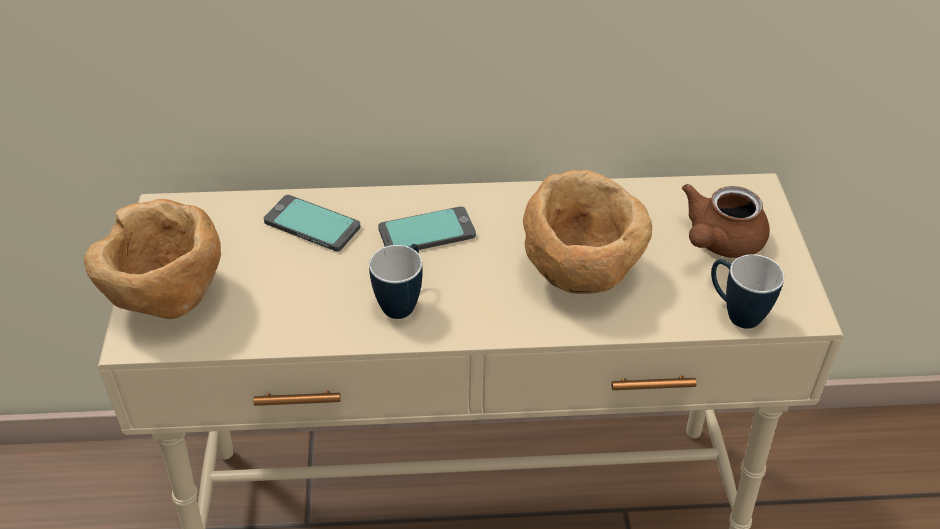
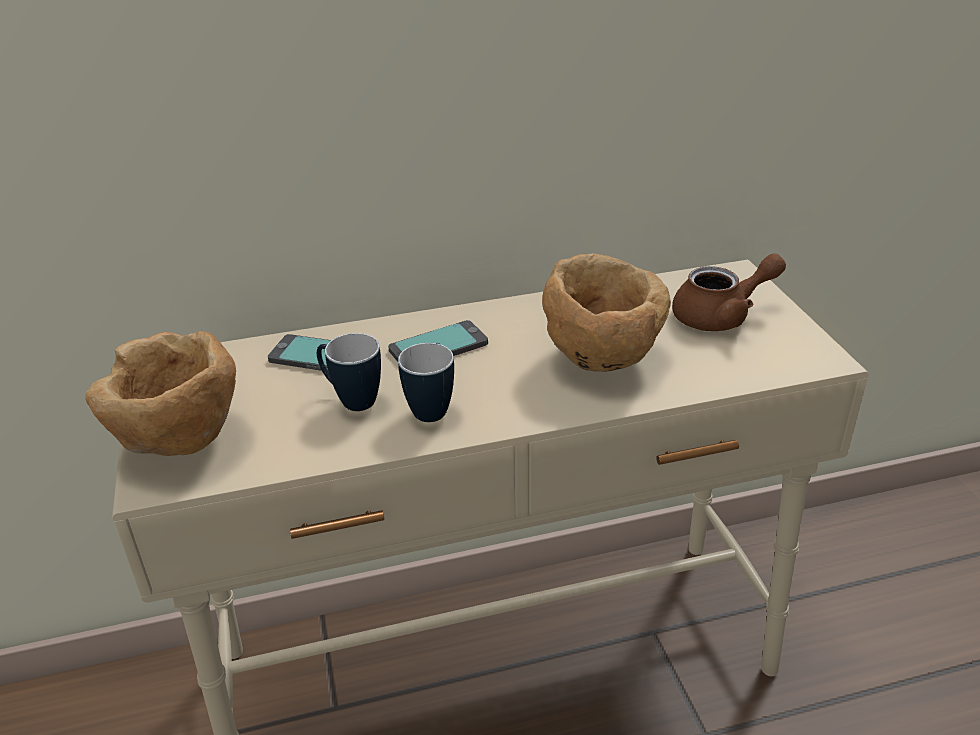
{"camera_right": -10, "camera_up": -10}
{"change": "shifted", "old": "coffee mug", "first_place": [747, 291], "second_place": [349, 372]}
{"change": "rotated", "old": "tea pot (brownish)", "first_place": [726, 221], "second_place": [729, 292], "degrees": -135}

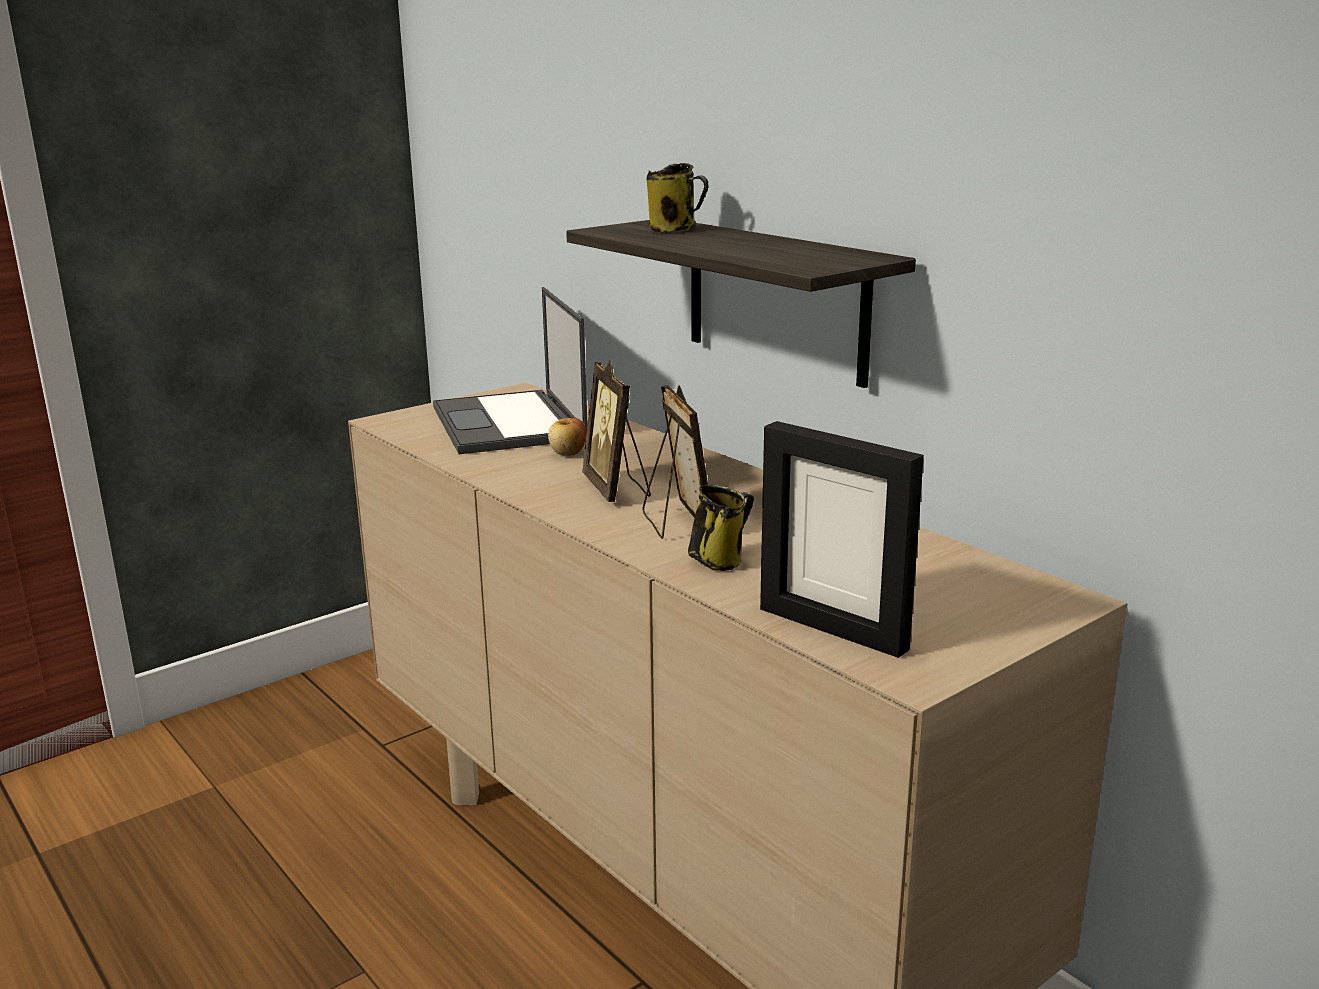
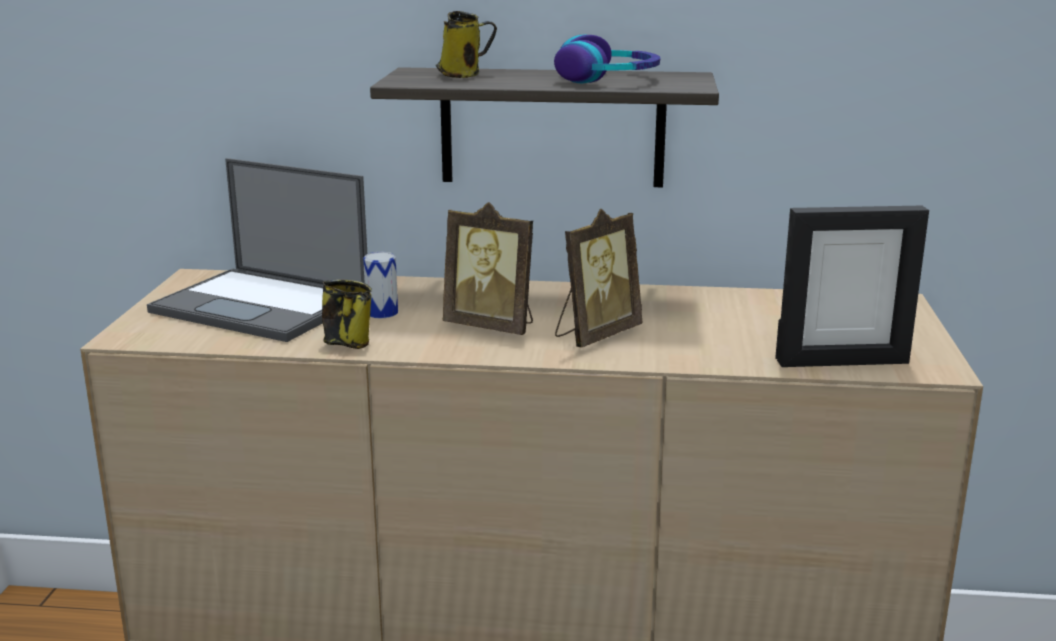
{"camera_right": -45, "camera_up": 0}
{"change": "new", "new": "headset", "second_place": [607, 58]}
{"change": "shifted", "old": "coffee mug", "first_place": [721, 527], "second_place": [347, 314]}
{"change": "swapped", "old": "whole apple", "new": "can", "first_place": [567, 436], "second_place": [380, 285]}
{"change": "rotated", "old": "picture frame", "first_place": [675, 462], "second_place": [598, 278], "degrees": 105}

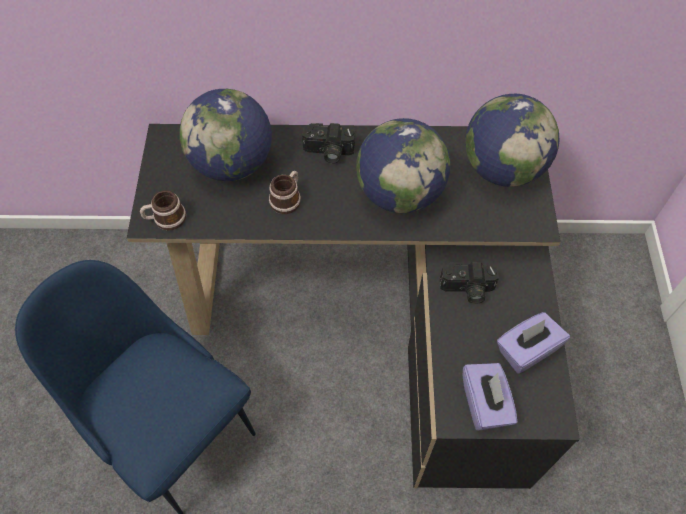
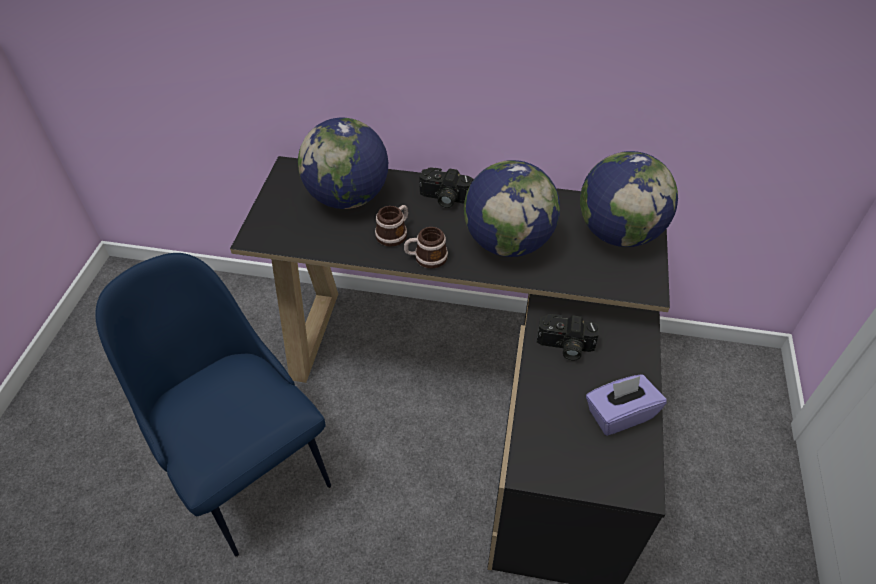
{"camera_right": 10, "camera_up": -10}
{"change": "gone", "old": "box of tissues (purple)", "first_place": [490, 397]}
{"change": "shifted", "old": "coffee mug", "first_place": [163, 210], "second_place": [426, 247]}

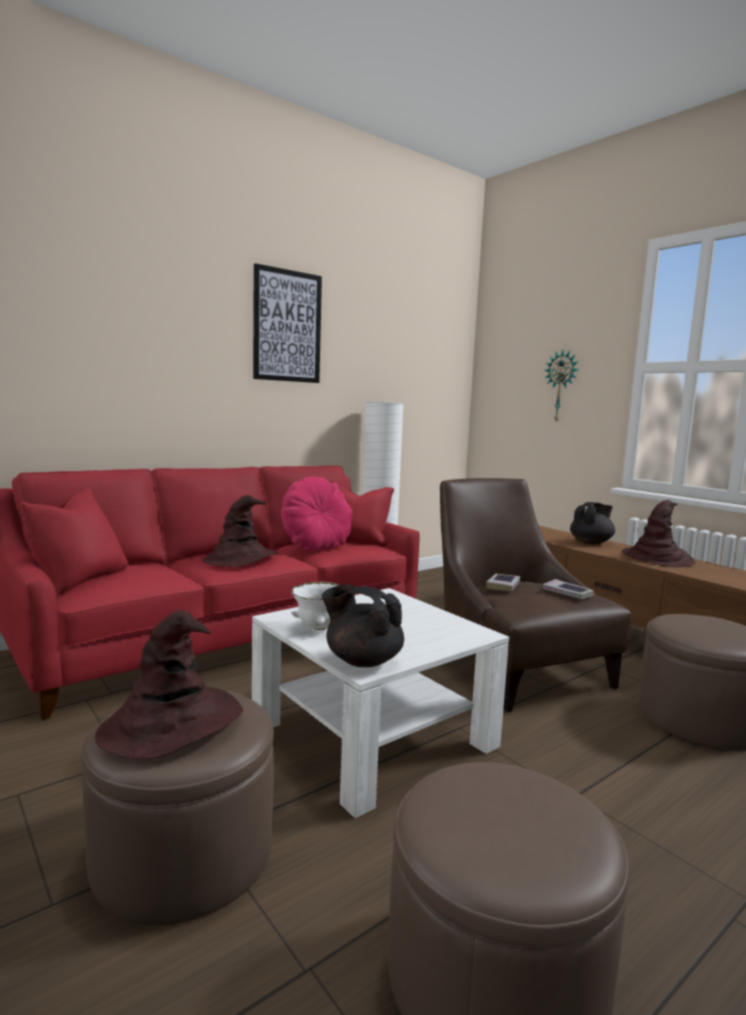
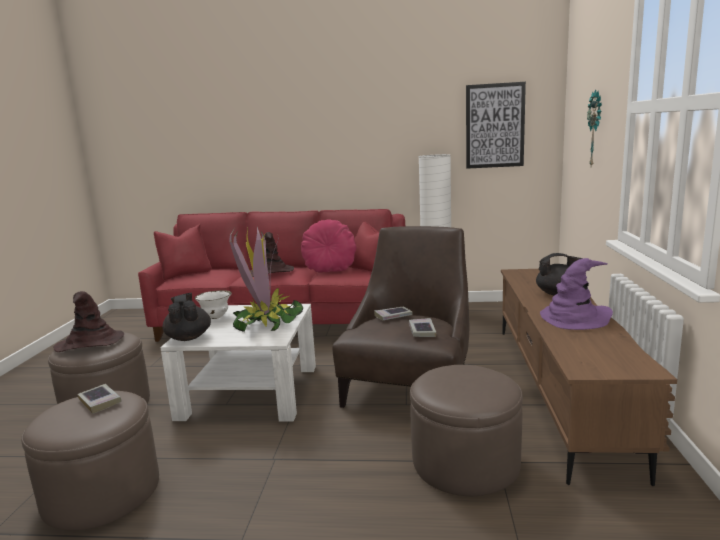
{"camera_right": 45, "camera_up": 5}
{"change": "new", "new": "bound book", "second_place": [99, 399]}
{"change": "new", "new": "plant in a pot", "second_place": [266, 279]}
{"change": "shifted", "old": "wall art", "first_place": [287, 323], "second_place": [496, 125]}
{"change": "repainted", "old": "wearable hat (brownish)", "new": "wearable hat (purple)", "first_place": [658, 533], "second_place": [576, 294]}

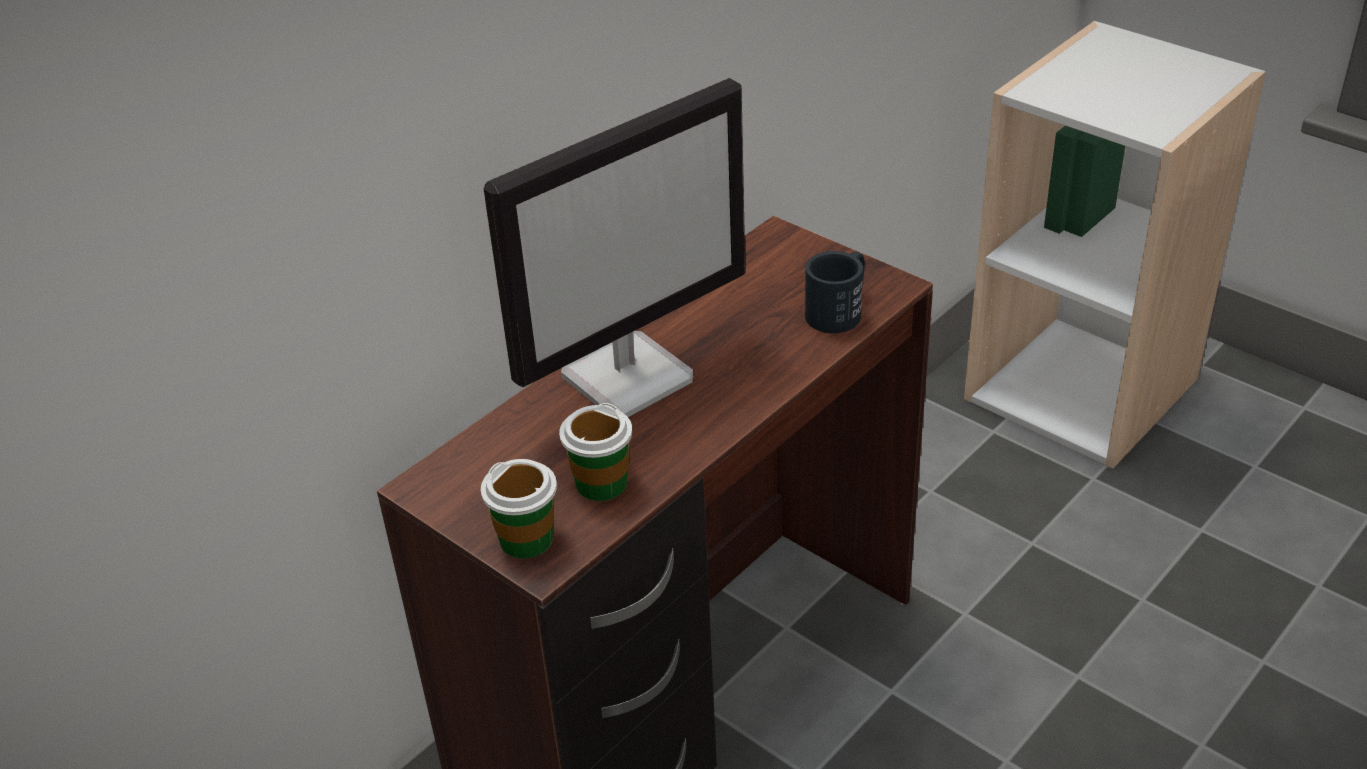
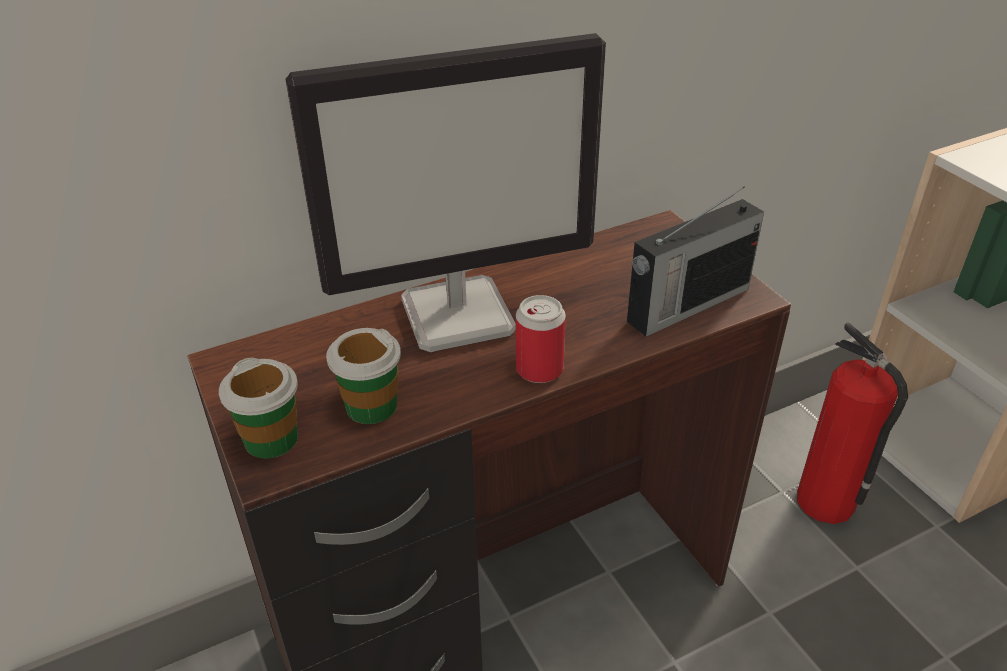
{"camera_right": 20, "camera_up": 0}
{"change": "new", "new": "can", "second_place": [541, 339]}
{"change": "new", "new": "fire extinguisher", "second_place": [852, 423]}
{"change": "swapped", "old": "coffee mug (black)", "new": "radio receiver", "first_place": [835, 292], "second_place": [695, 261]}

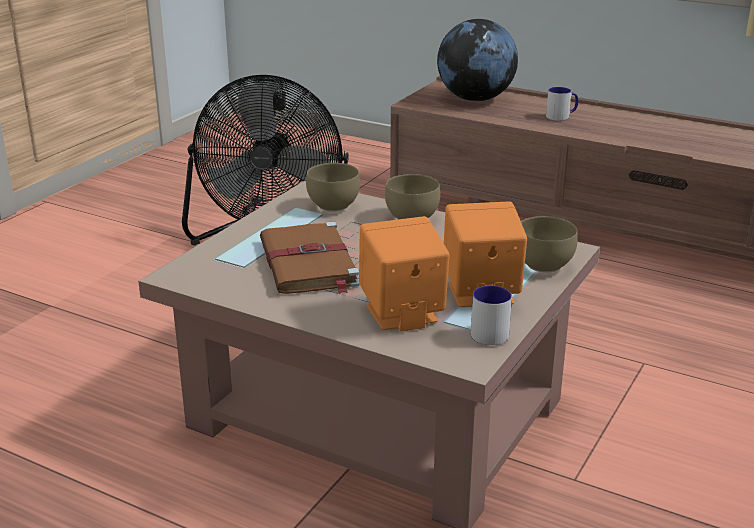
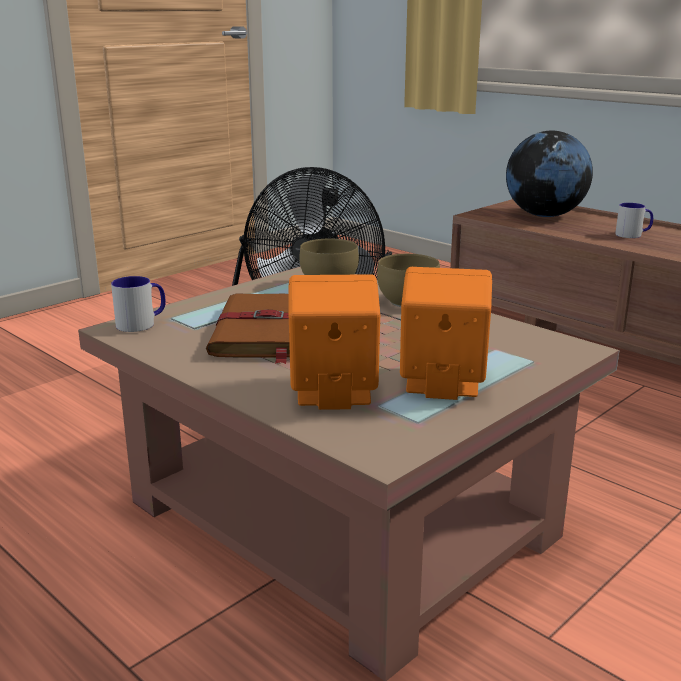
{"camera_right": 15, "camera_up": -5}
{"change": "gone", "old": "bowl (brownish)", "first_place": [549, 244]}
{"change": "shifted", "old": "coffee mug", "first_place": [491, 315], "second_place": [138, 304]}

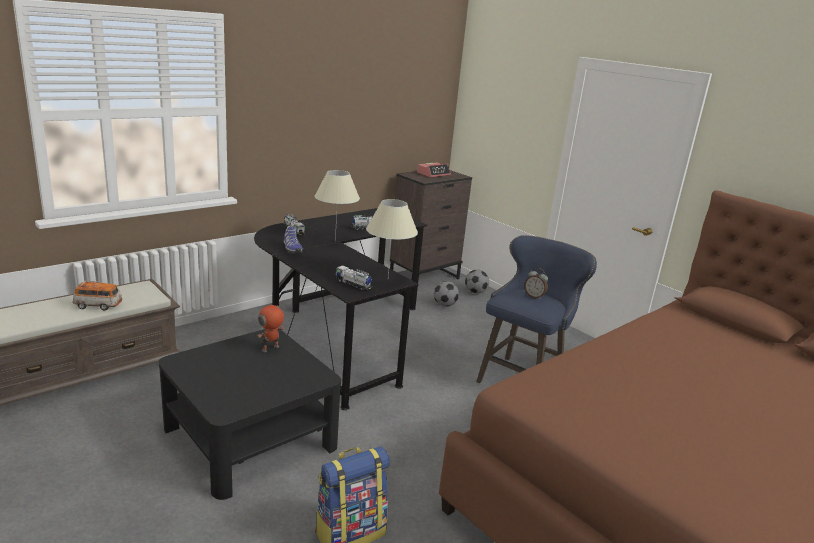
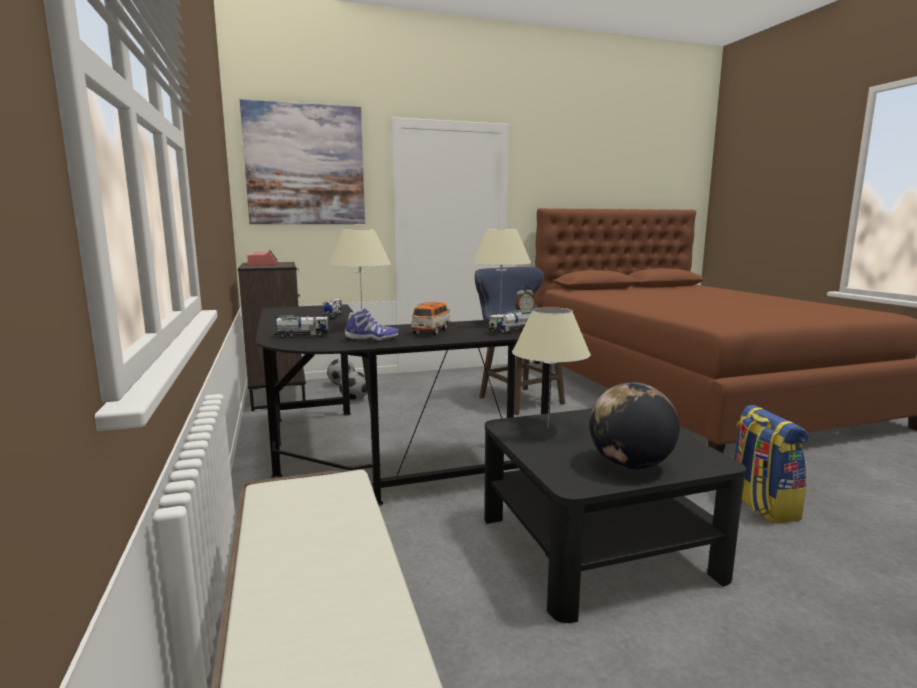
{"camera_right": -65, "camera_up": -10}
{"change": "new", "new": "wall art", "second_place": [302, 161]}
{"change": "new", "new": "desk globe", "second_place": [634, 425]}
{"change": "shifted", "old": "miniature car", "first_place": [97, 295], "second_place": [430, 318]}
{"change": "swapped", "old": "toy robot", "new": "table lamp (beige)", "first_place": [271, 326], "second_place": [551, 367]}

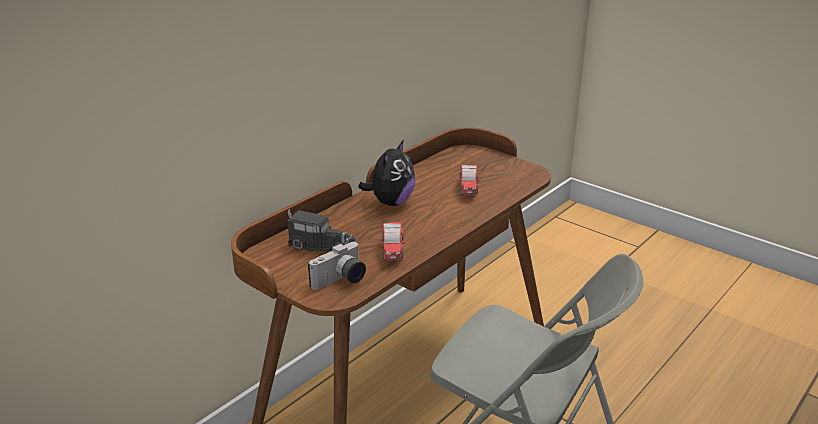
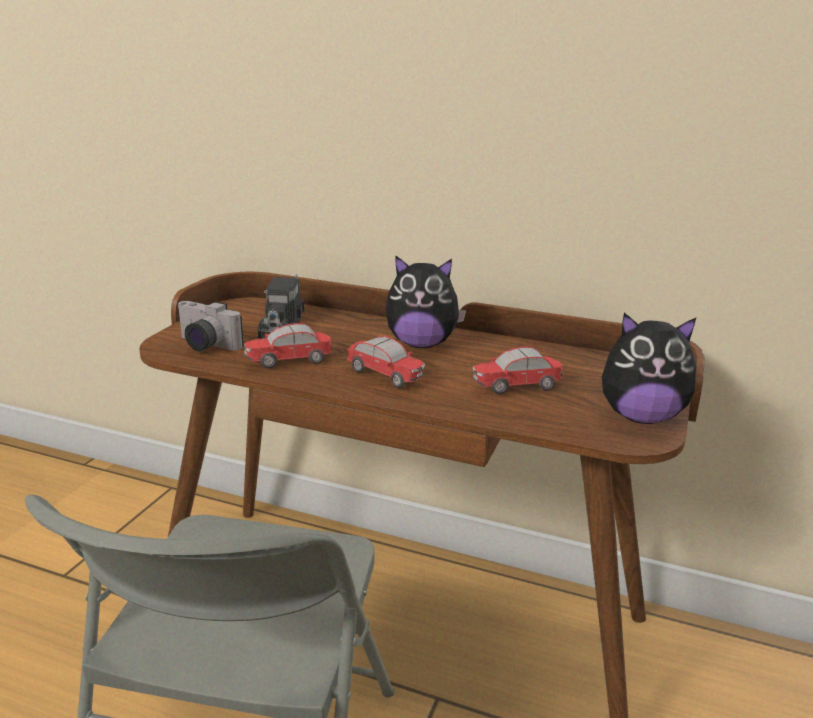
{"camera_right": 70, "camera_up": -5}
{"change": "new", "new": "miniature car", "second_place": [386, 361]}
{"change": "new", "new": "plush toy", "second_place": [649, 368]}

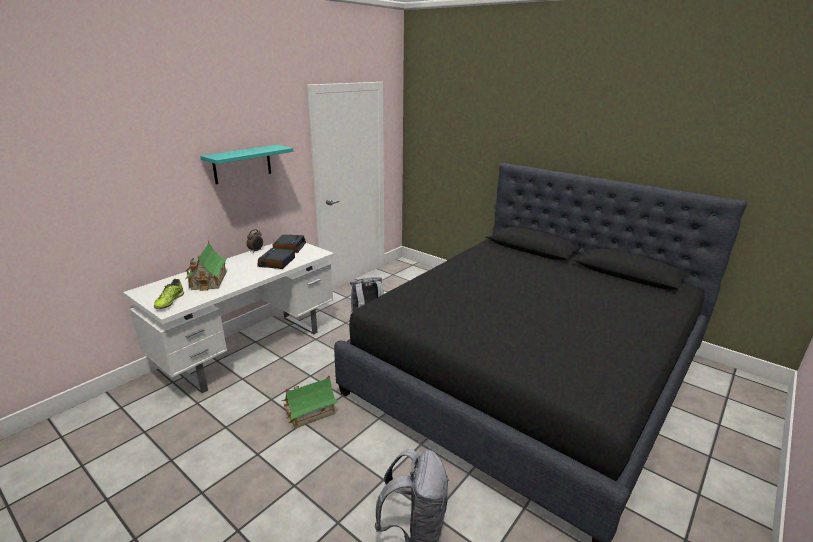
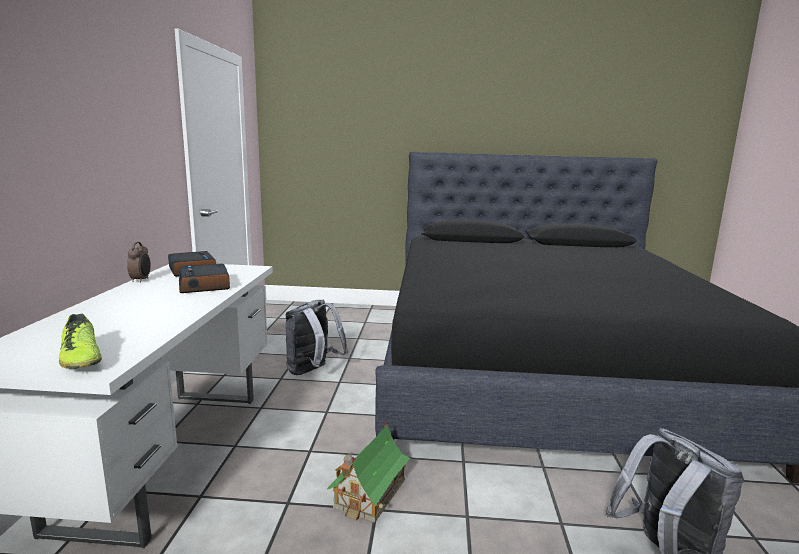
{"camera_right": -35, "camera_up": -10}
{"change": "gone", "old": "model house", "first_place": [206, 266]}
{"change": "gone", "old": "wall shelf (blue-green)", "first_place": [246, 164]}

